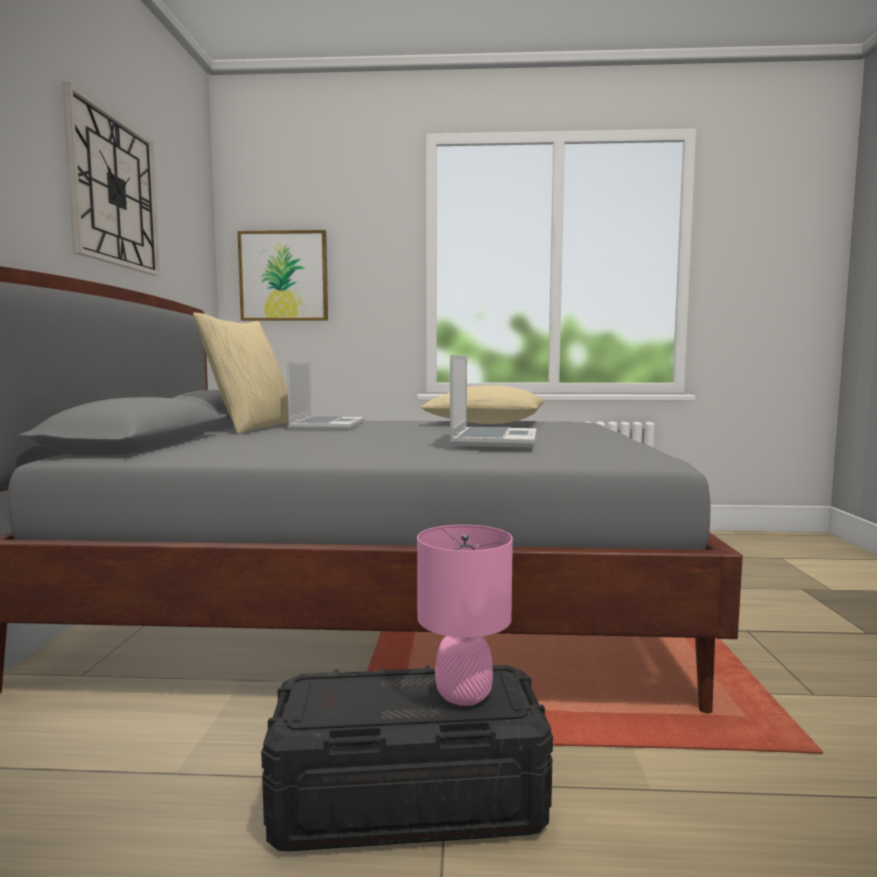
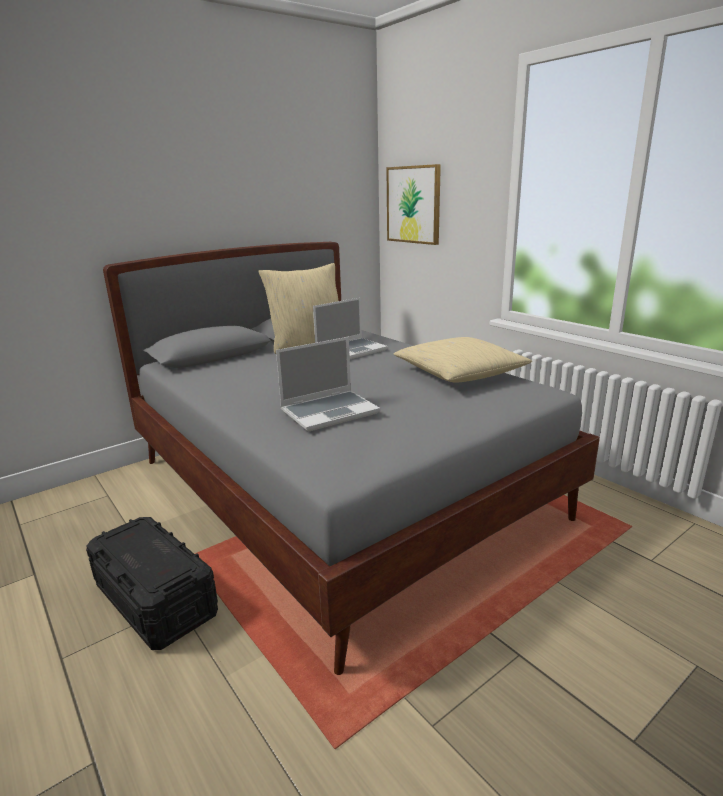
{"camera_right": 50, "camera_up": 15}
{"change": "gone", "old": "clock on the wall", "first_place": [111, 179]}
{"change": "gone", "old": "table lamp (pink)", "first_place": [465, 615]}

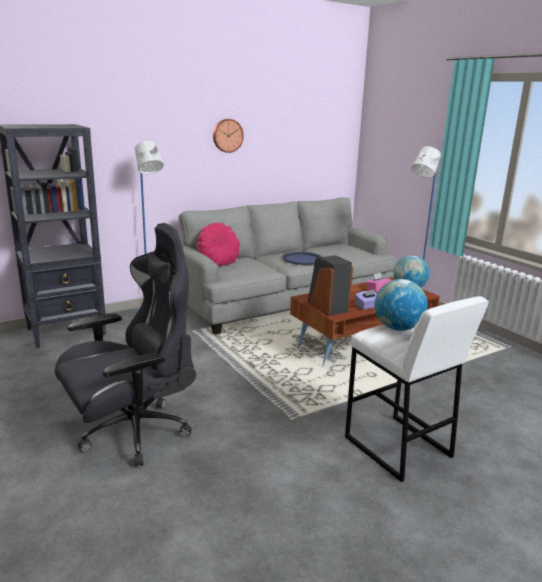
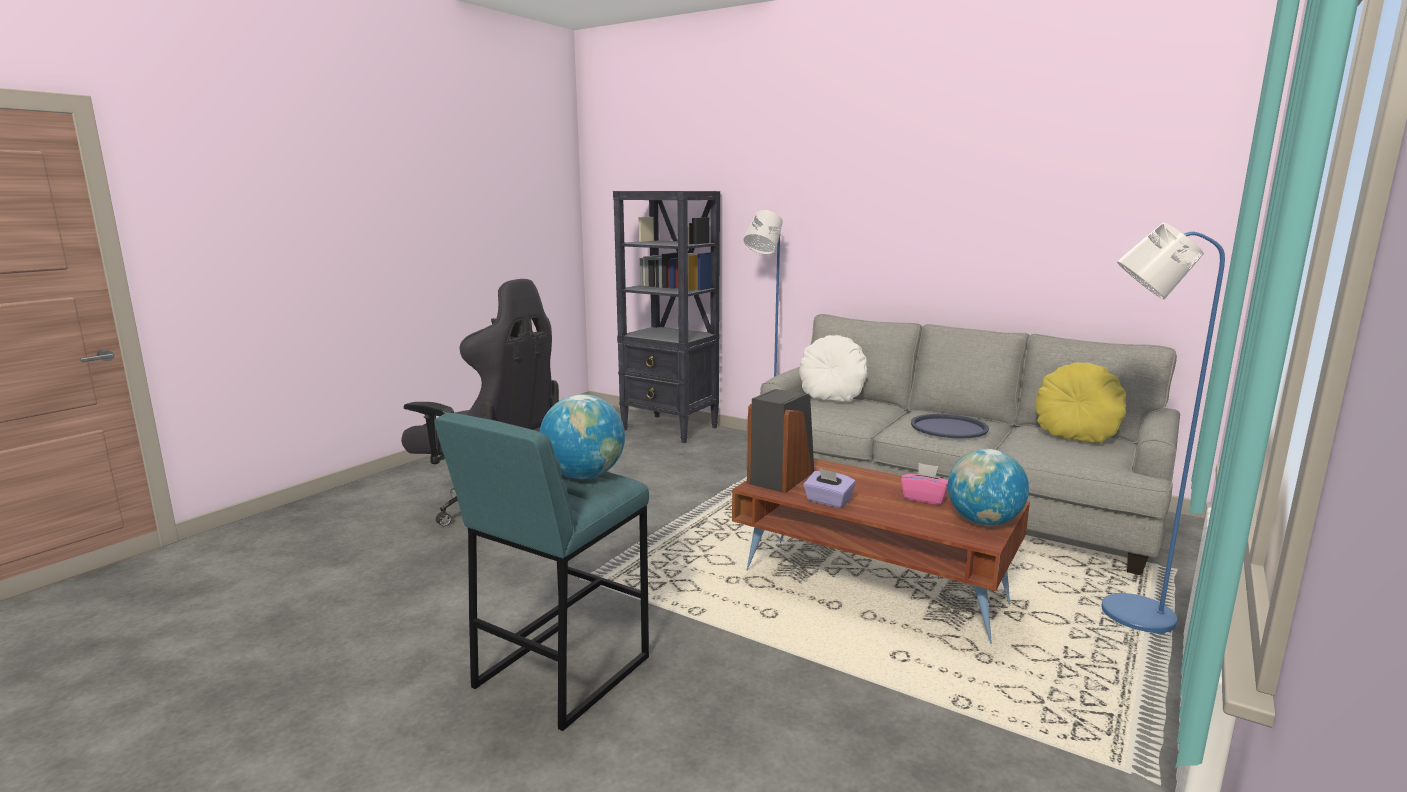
{"camera_right": 65, "camera_up": -5}
{"change": "gone", "old": "clock on the wall", "first_place": [228, 136]}
{"change": "new", "new": "cushion (yellow-coloured)", "second_place": [1081, 402]}
{"change": "repainted", "old": "cushion (pink)", "new": "cushion (white)", "first_place": [218, 244], "second_place": [833, 368]}
{"change": "repainted", "old": "sitting stool (white)", "new": "sitting stool (blue-green)", "first_place": [417, 389], "second_place": [541, 571]}

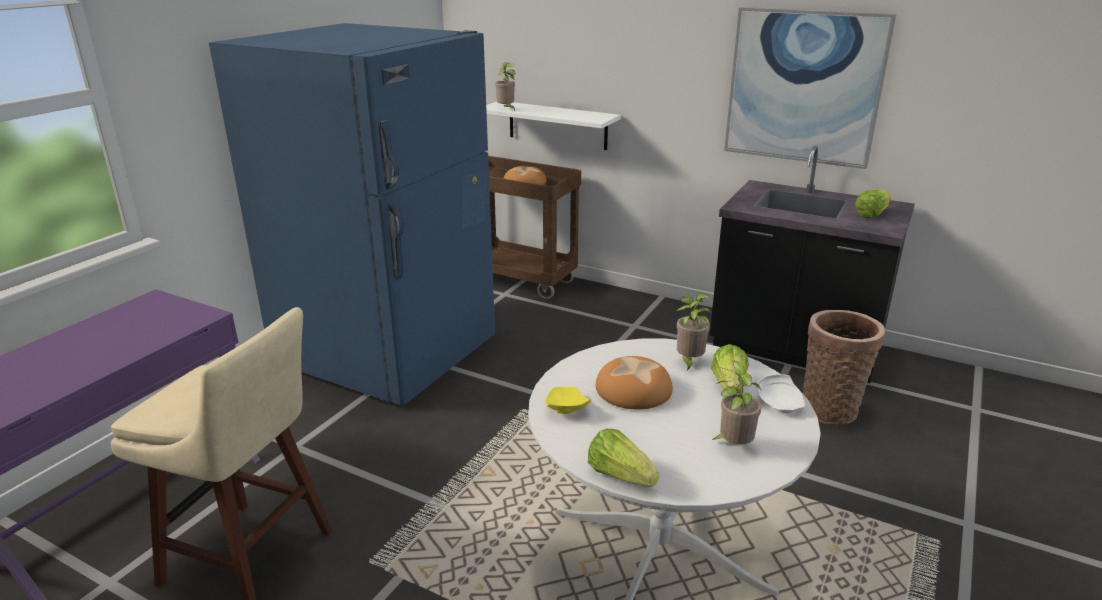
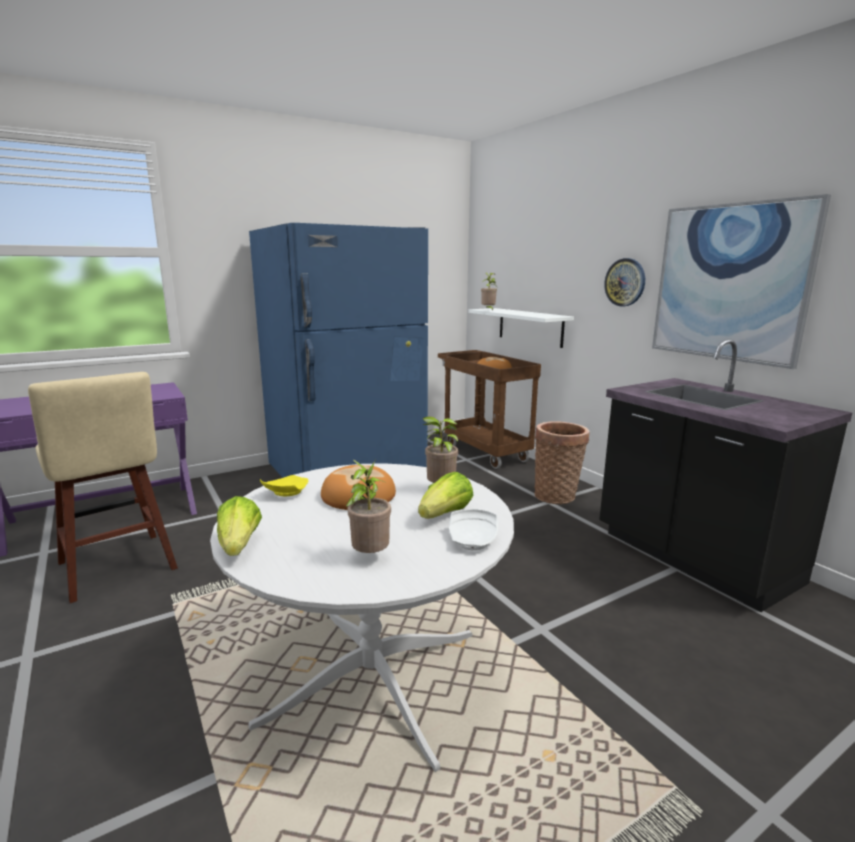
{"camera_right": 30, "camera_up": -10}
{"change": "gone", "old": "lettuce head", "first_place": [873, 203]}
{"change": "new", "new": "clock on the wall", "second_place": [624, 282]}
{"change": "shifted", "old": "household basket", "first_place": [844, 367], "second_place": [562, 462]}

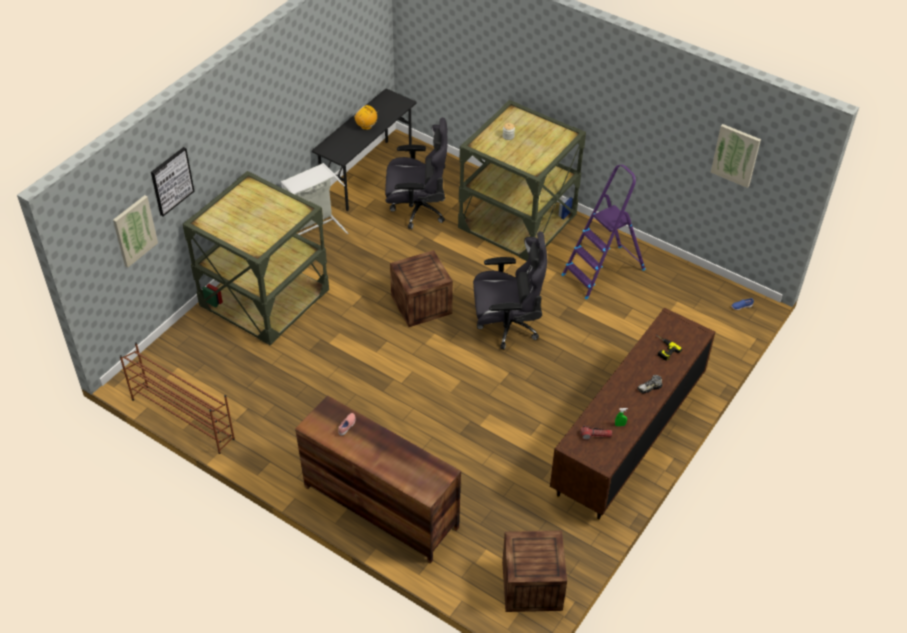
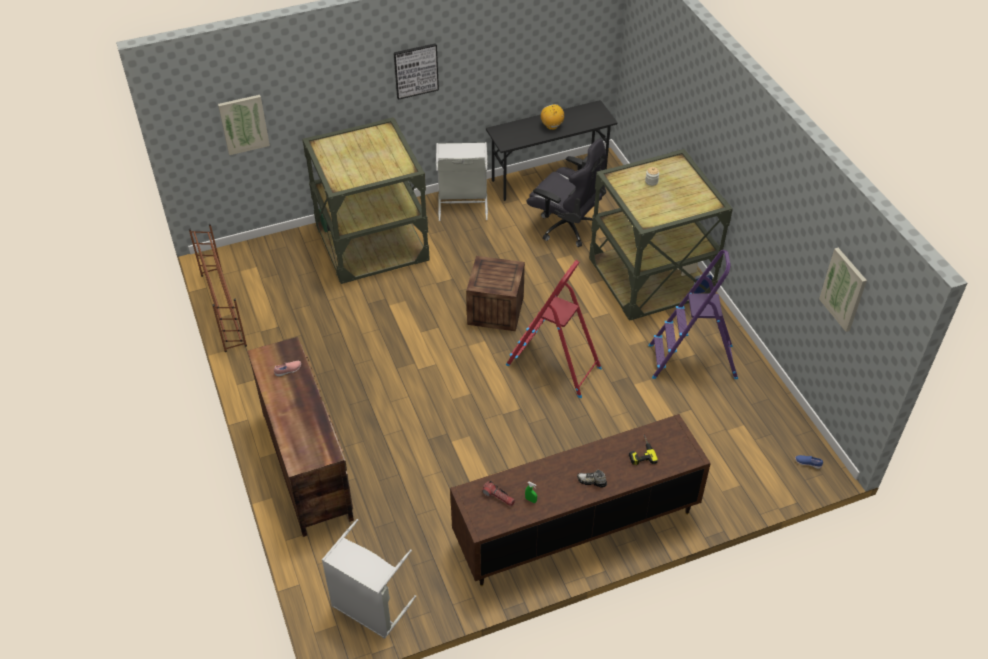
{"camera_right": 35, "camera_up": 0}
{"change": "shifted", "old": "wall art", "first_place": [173, 181], "second_place": [416, 71]}
{"change": "swapped", "old": "computer chair (black)", "new": "step ladder (red-coloured)", "first_place": [510, 290], "second_place": [554, 329]}
{"change": "swapped", "old": "shipping crate", "new": "hamper (greyish)", "first_place": [534, 571], "second_place": [369, 579]}

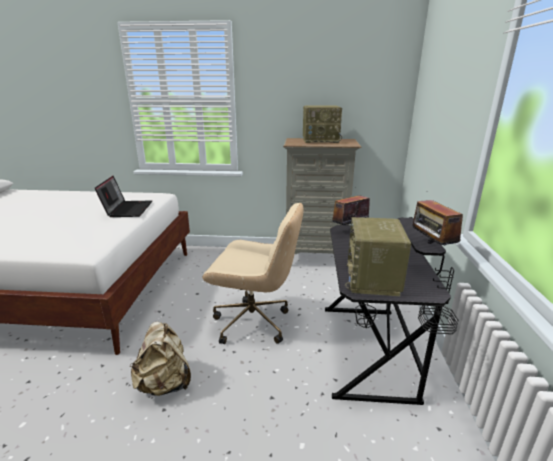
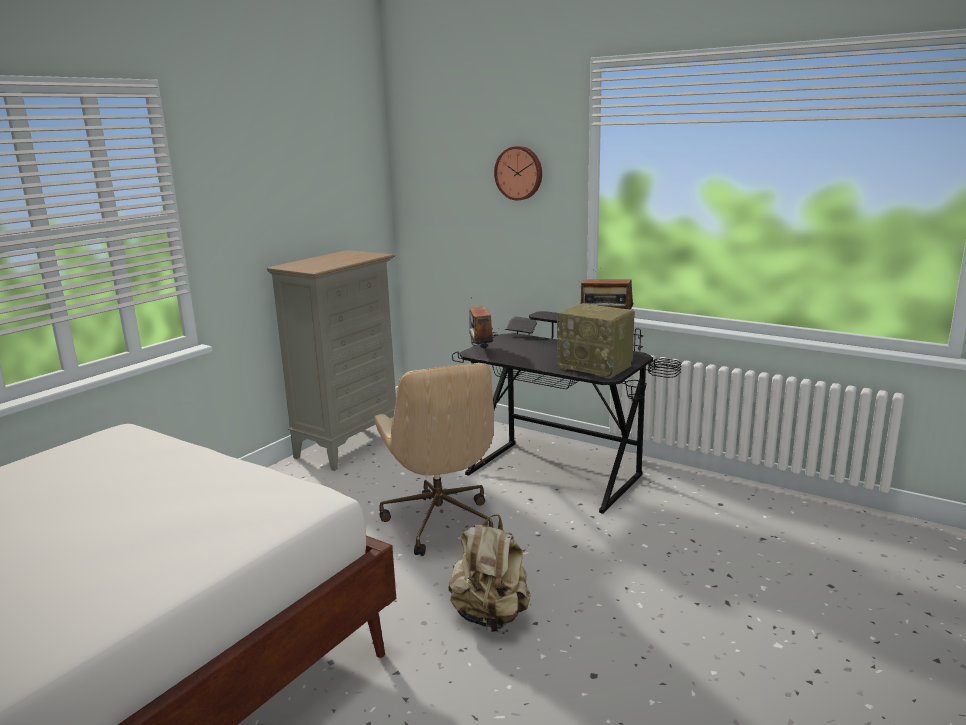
{"camera_right": -60, "camera_up": -5}
{"change": "gone", "old": "laptop", "first_place": [123, 196]}
{"change": "gone", "old": "radio receiver", "first_place": [322, 124]}
{"change": "new", "new": "clock on the wall", "second_place": [518, 173]}
{"change": "rotated", "old": "computer chair (beige)", "first_place": [253, 273], "second_place": [434, 459], "degrees": 120}

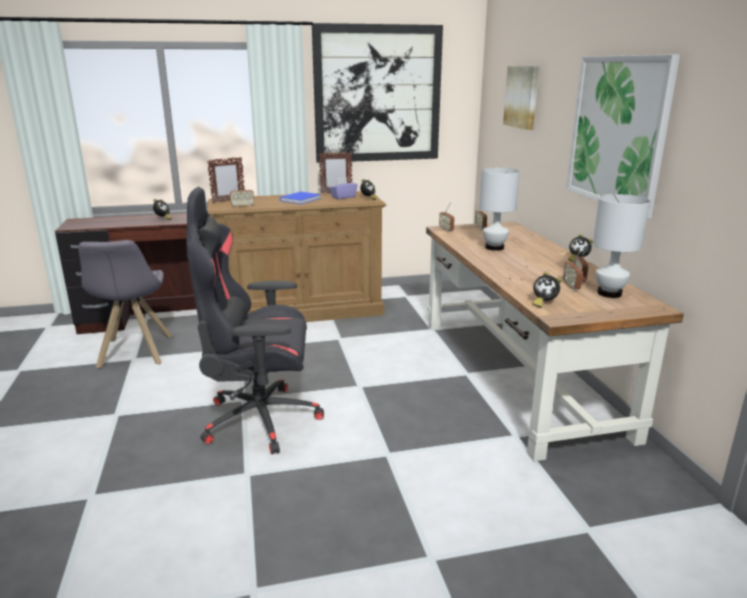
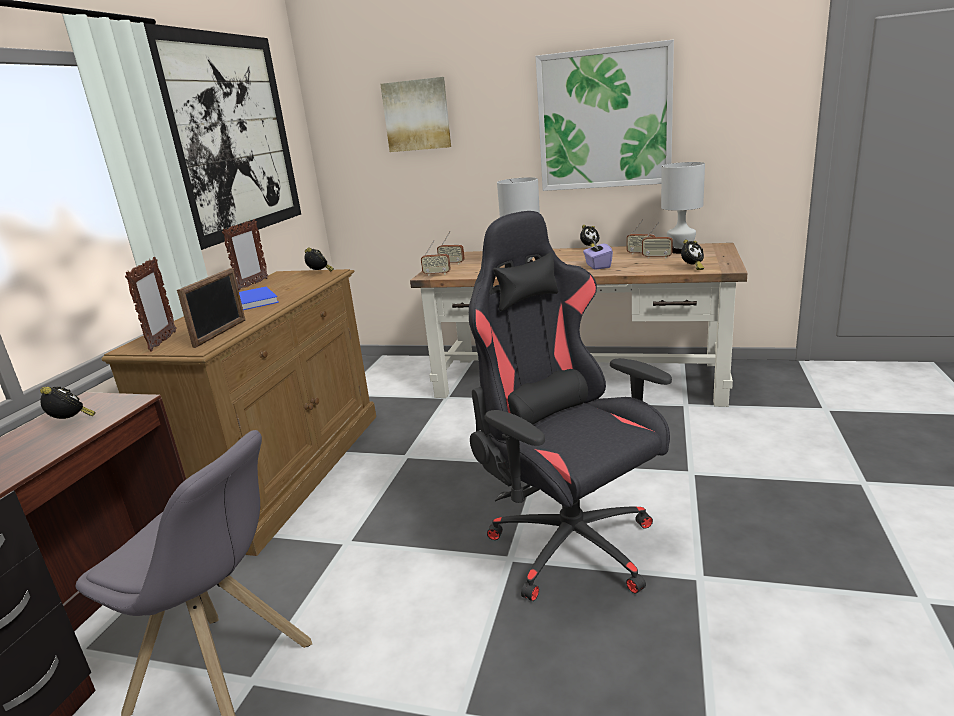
{"camera_right": -60, "camera_up": 0}
{"change": "shifted", "old": "box of tissues (purple)", "first_place": [343, 188], "second_place": [598, 255]}
{"change": "swapped", "old": "radio receiver", "new": "picture frame", "first_place": [242, 193], "second_place": [211, 308]}
{"change": "rotated", "old": "computer chair (black)", "first_place": [255, 320], "second_place": [570, 406], "degrees": 120}

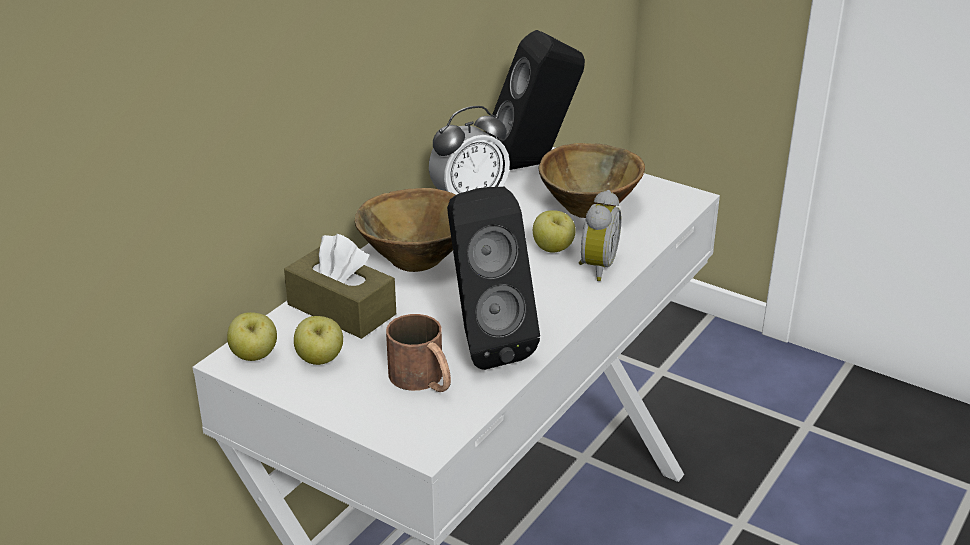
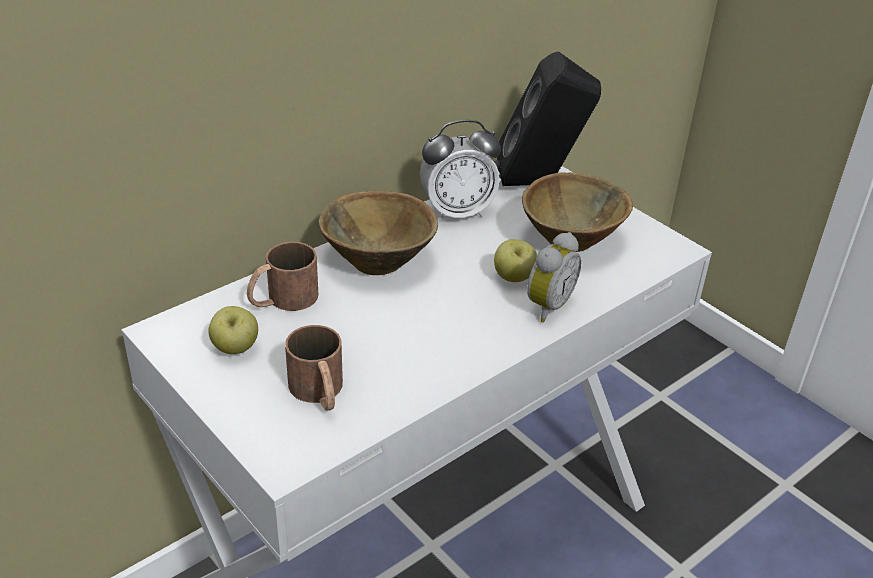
{"camera_right": 15, "camera_up": 5}
{"change": "gone", "old": "whole apple", "first_place": [252, 336]}
{"change": "gone", "old": "audio speaker (black)", "first_place": [493, 278]}
{"change": "swapped", "old": "box of tissues (brownish)", "new": "coffee mug (brownish)", "first_place": [340, 286], "second_place": [282, 276]}

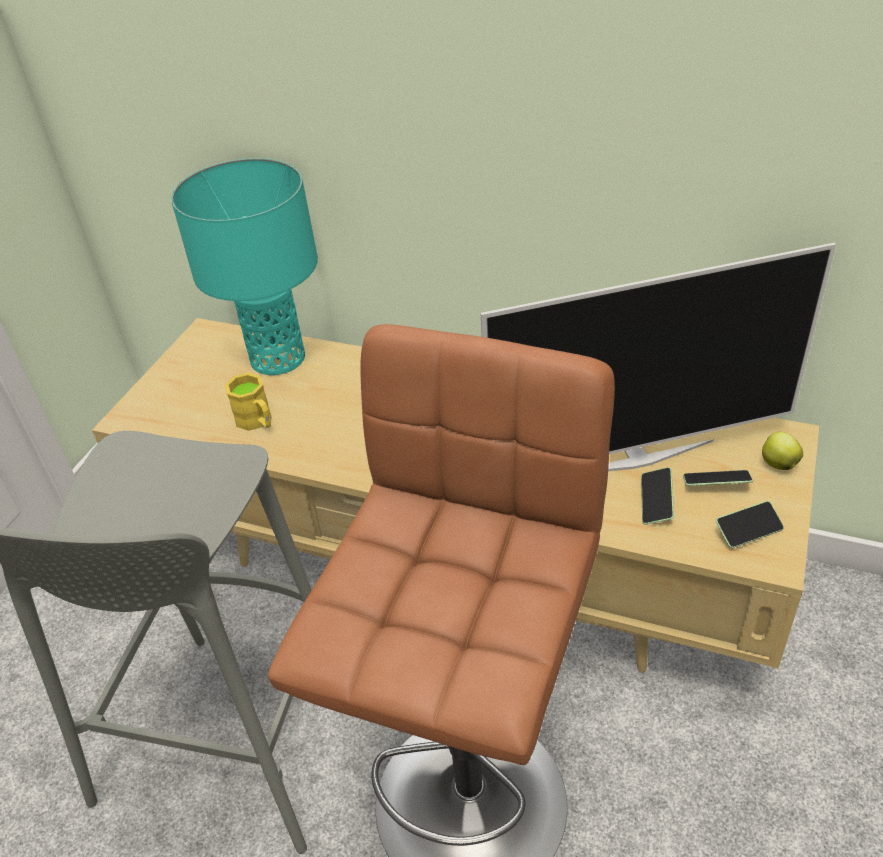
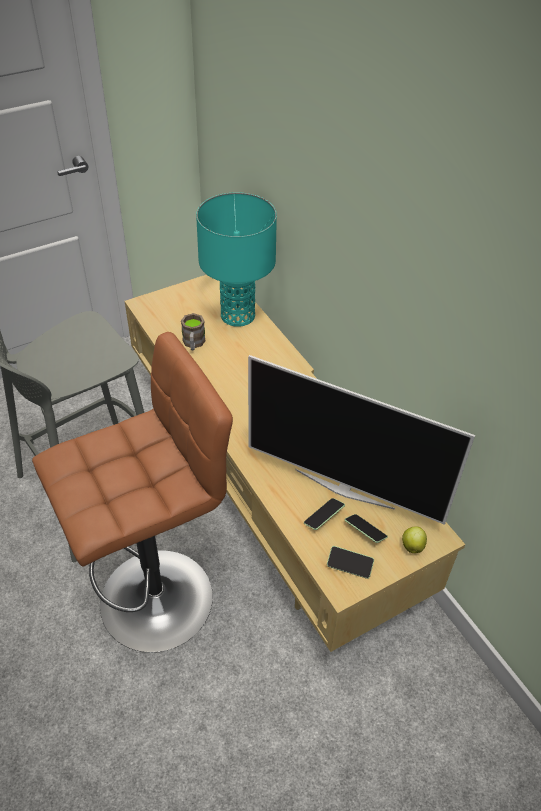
{"camera_right": 35, "camera_up": 5}
{"change": "repainted", "old": "coffee mug (yellow-coloured)", "new": "coffee mug (brownish)", "first_place": [248, 402], "second_place": [193, 331]}

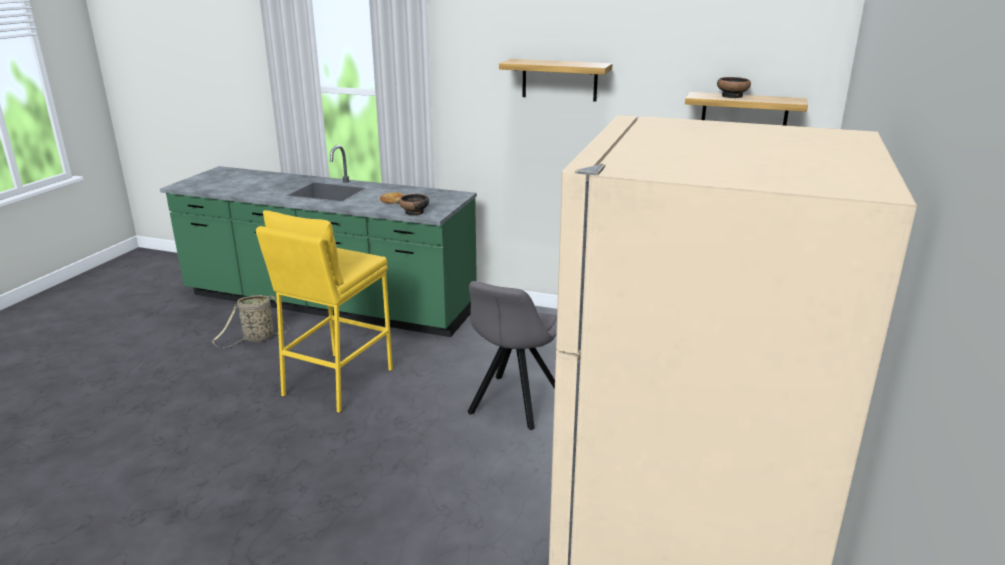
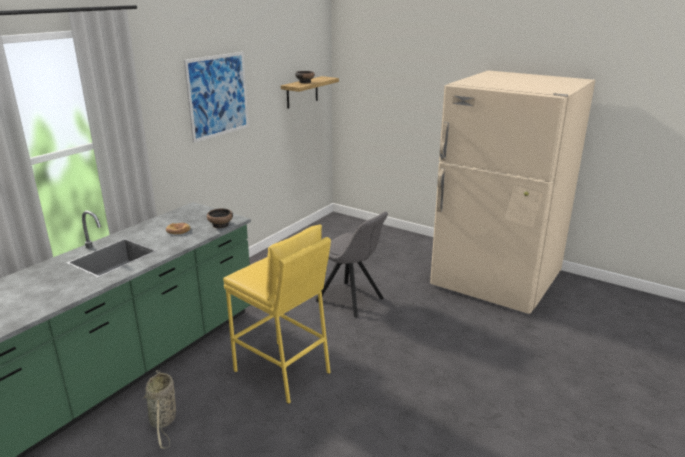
{"camera_right": -75, "camera_up": 0}
{"change": "swapped", "old": "wall shelf", "new": "wall art", "first_place": [555, 80], "second_place": [216, 97]}

